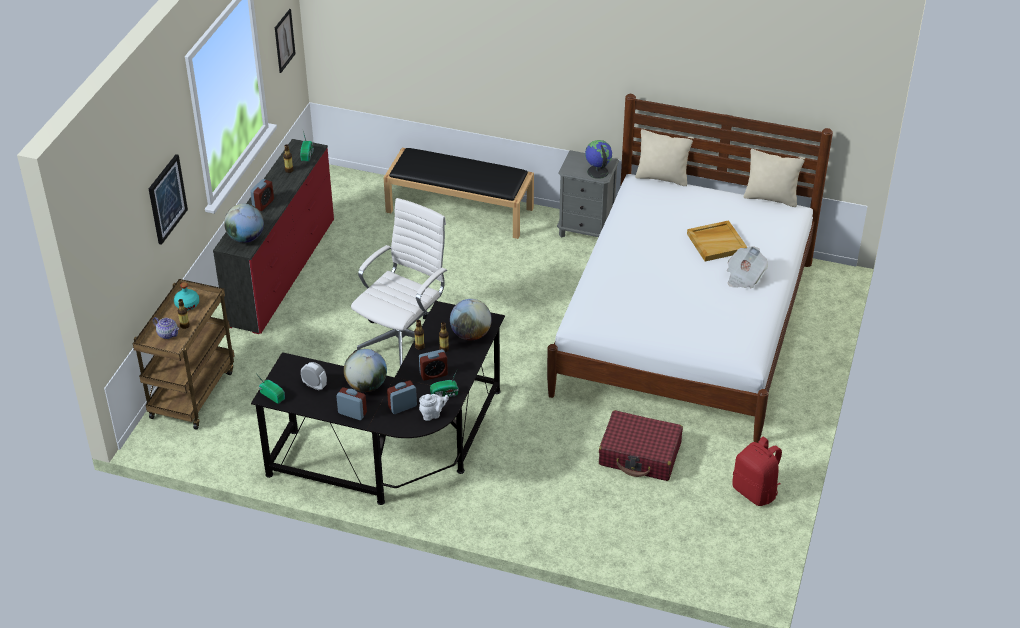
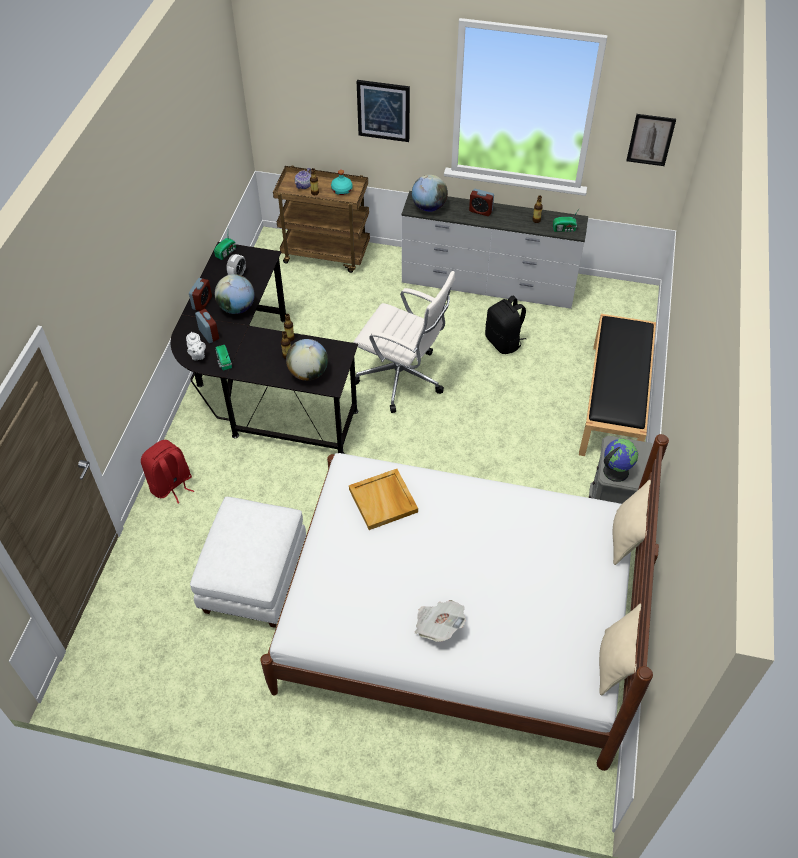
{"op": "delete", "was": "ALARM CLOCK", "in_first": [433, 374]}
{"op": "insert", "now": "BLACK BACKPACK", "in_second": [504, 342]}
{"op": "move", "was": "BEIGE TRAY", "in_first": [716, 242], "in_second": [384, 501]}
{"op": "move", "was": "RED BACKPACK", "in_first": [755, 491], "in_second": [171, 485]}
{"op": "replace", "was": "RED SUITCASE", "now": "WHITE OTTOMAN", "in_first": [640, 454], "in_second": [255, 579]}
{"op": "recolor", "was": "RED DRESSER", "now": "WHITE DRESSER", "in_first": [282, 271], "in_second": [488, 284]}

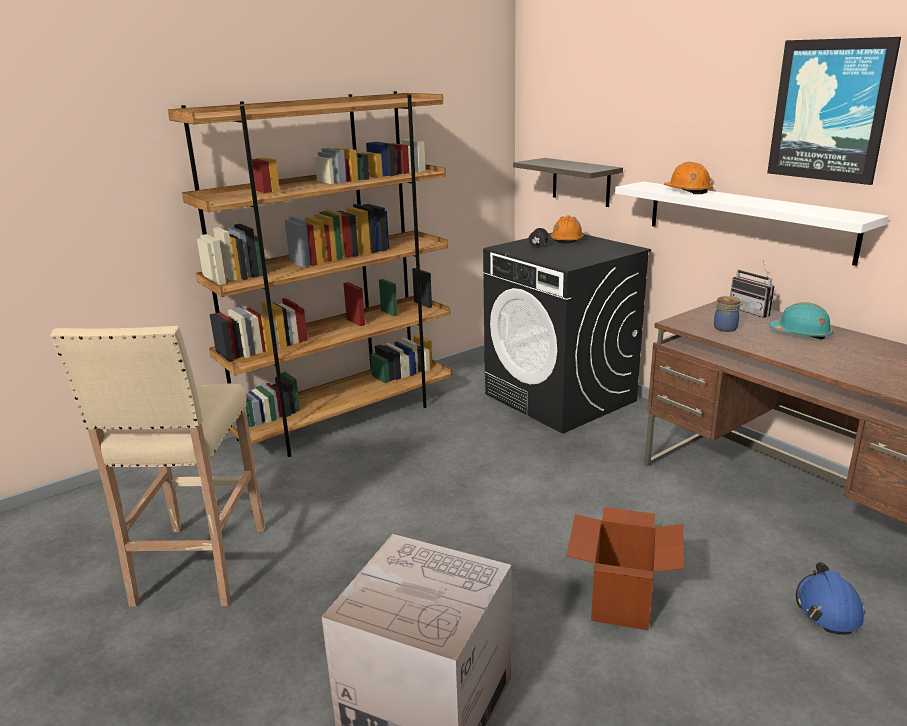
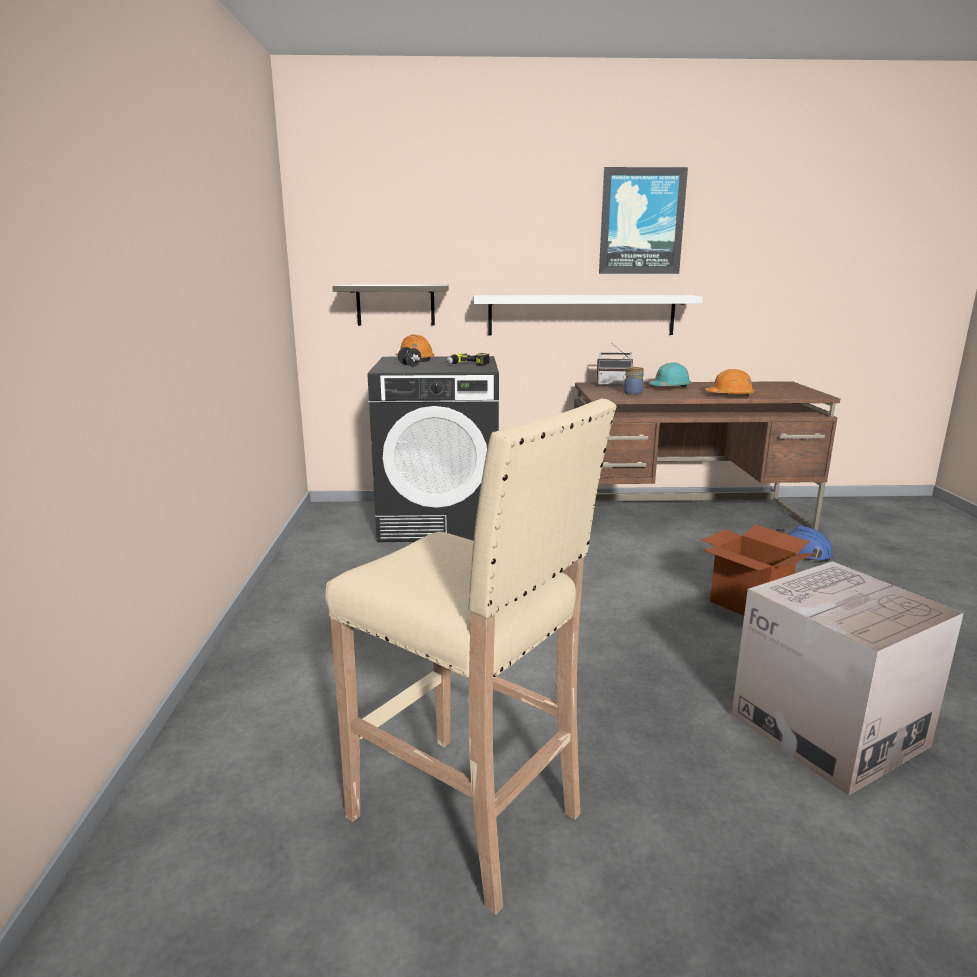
{"op": "delete", "was": "BROWN BOOKCASE", "in_first": [346, 419]}
{"op": "insert", "now": "POWER DRILL", "in_second": [465, 365]}
{"op": "move", "was": "ORANGE HARD HAT", "in_first": [687, 191], "in_second": [729, 395]}

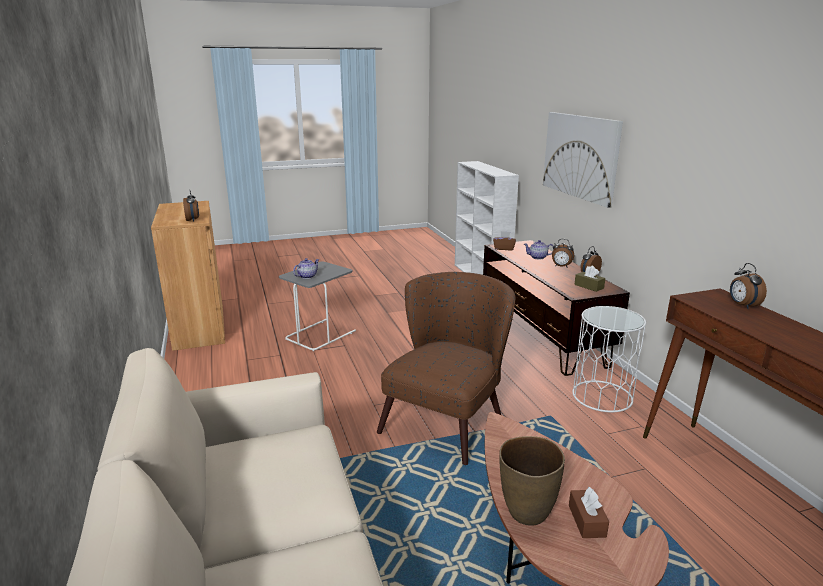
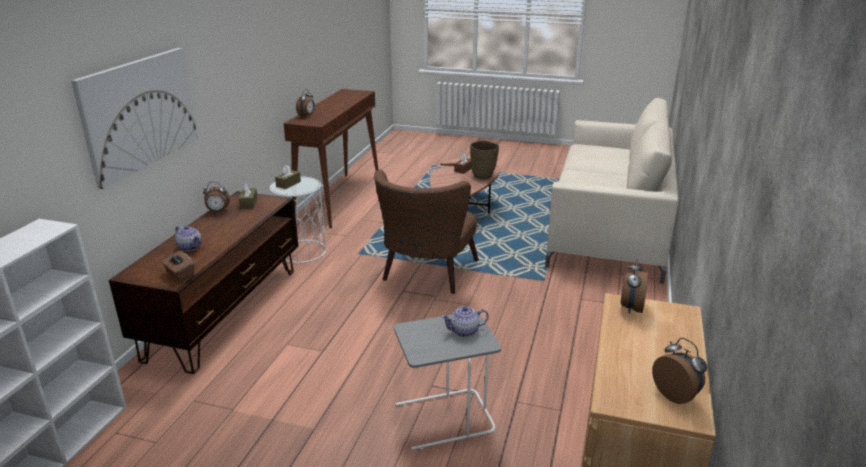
{"op": "insert", "now": "BROWN TISSUE BOX", "in_second": [288, 184]}
{"op": "move", "was": "ALARM CLOCK", "in_first": [561, 266], "in_second": [676, 395]}
{"op": "rotate", "was": "BROWN ARMCHAIR", "in_first": [448, 418], "in_second": [426, 275], "clockwise": -45}

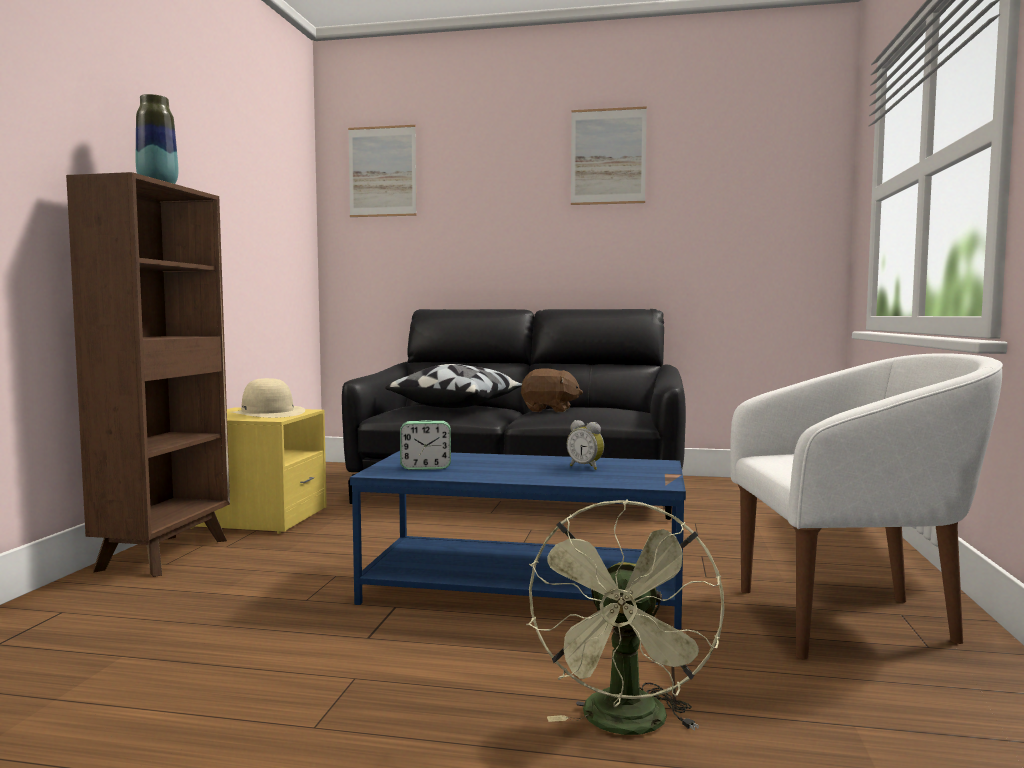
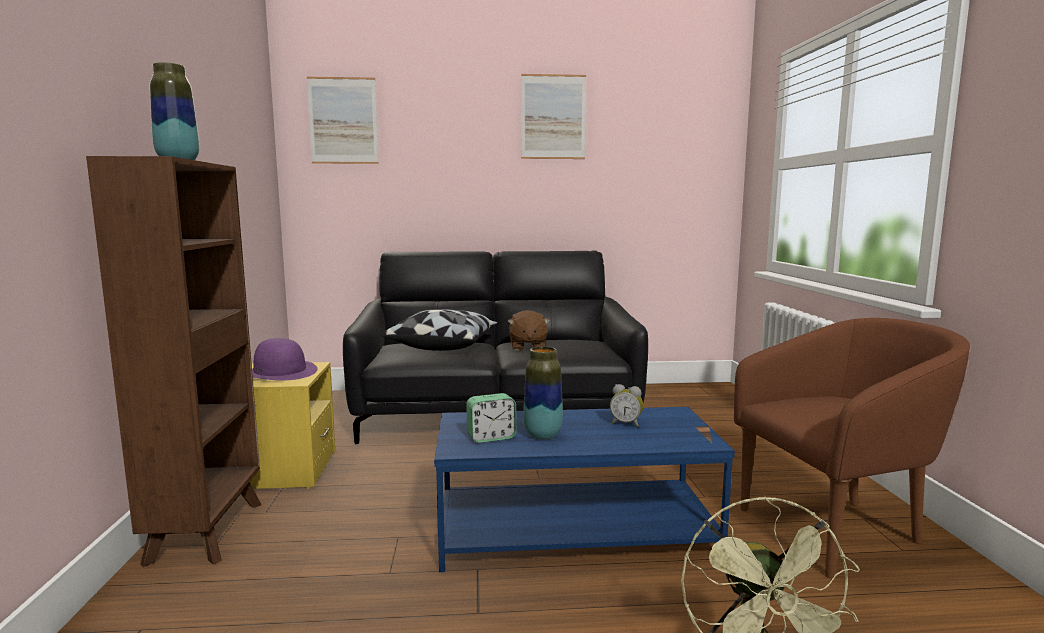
{"op": "insert", "now": "VASE", "in_second": [542, 435]}
{"op": "recolor", "was": "BEIGE HAT", "now": "PURPLE HAT", "in_first": [268, 413], "in_second": [280, 372]}
{"op": "recolor", "was": "WHITE ARMCHAIR", "now": "BROWN ARMCHAIR", "in_first": [852, 620], "in_second": [836, 530]}
{"op": "rotate", "was": "BROWN PLUSH TOY", "in_first": [549, 410], "in_second": [527, 347], "clockwise": 90}

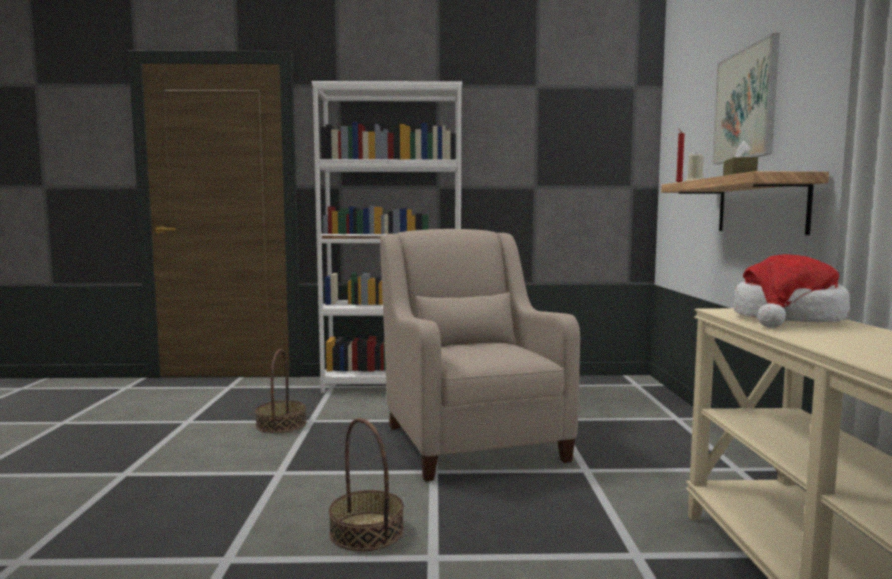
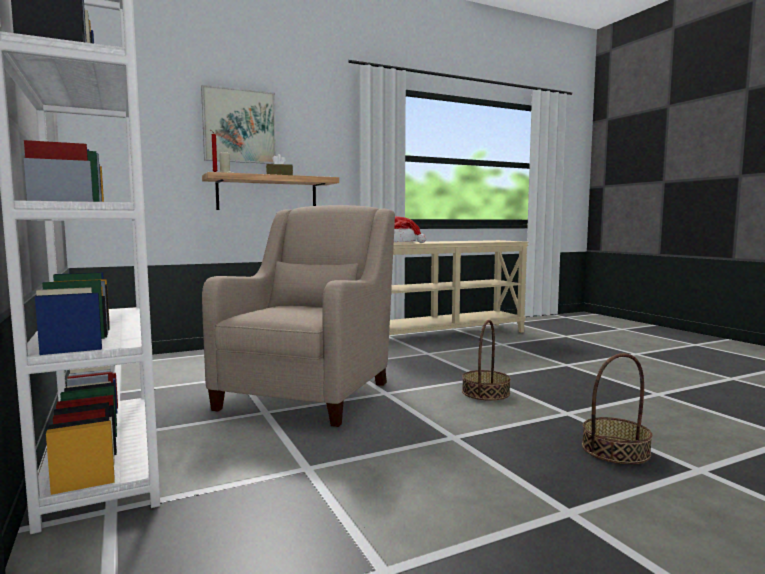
{"op": "move", "was": "BASKET", "in_first": [281, 424], "in_second": [615, 450]}
{"op": "rotate", "was": "BEIGE ARMCHAIR", "in_first": [471, 439], "in_second": [309, 393], "clockwise": 150}

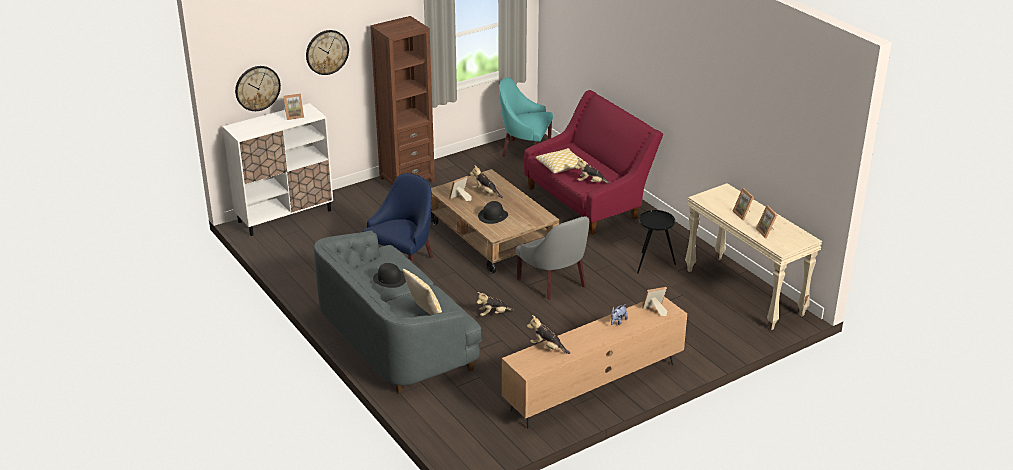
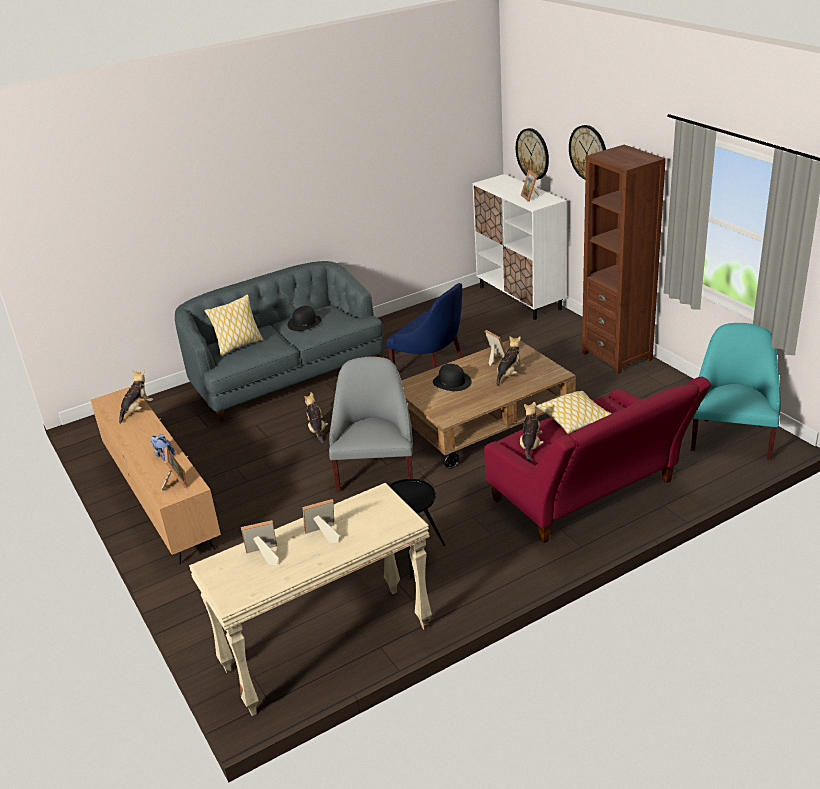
{"op": "rotate", "was": "GREY ARMCHAIR", "in_first": [555, 282], "in_second": [376, 470], "clockwise": 120}

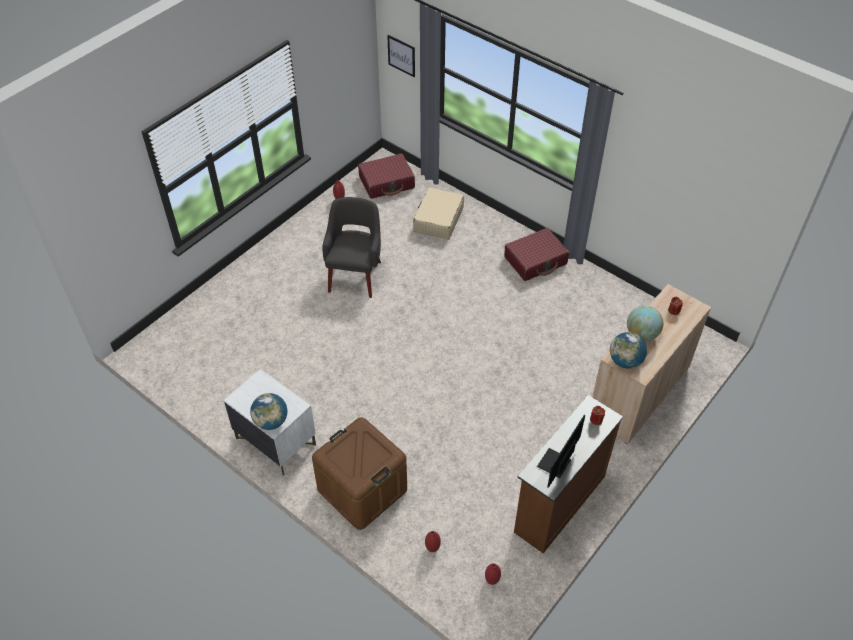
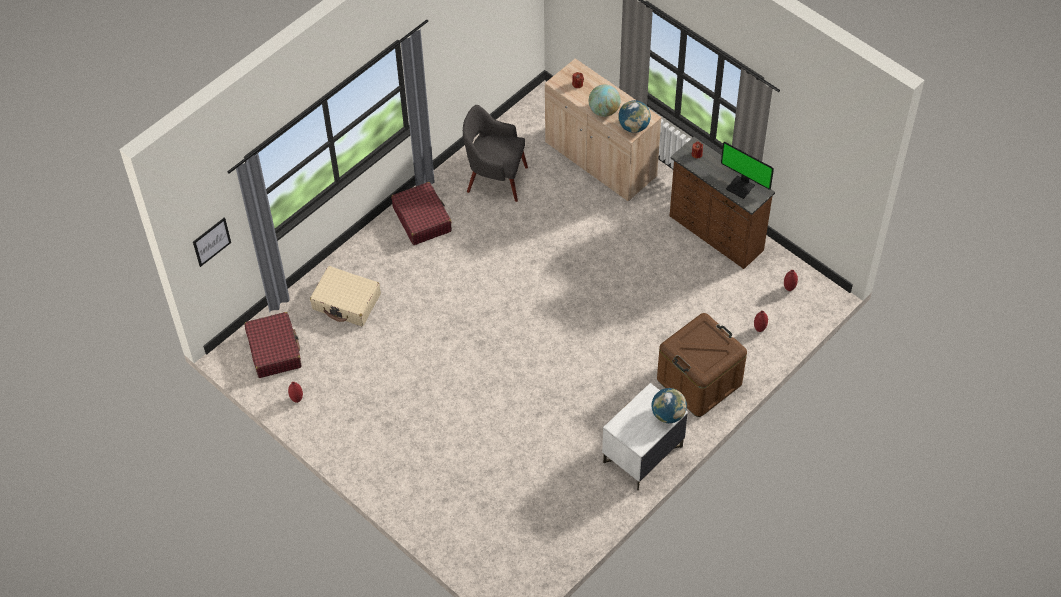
{"op": "move", "was": "GREY ARMCHAIR", "in_first": [355, 275], "in_second": [495, 179]}

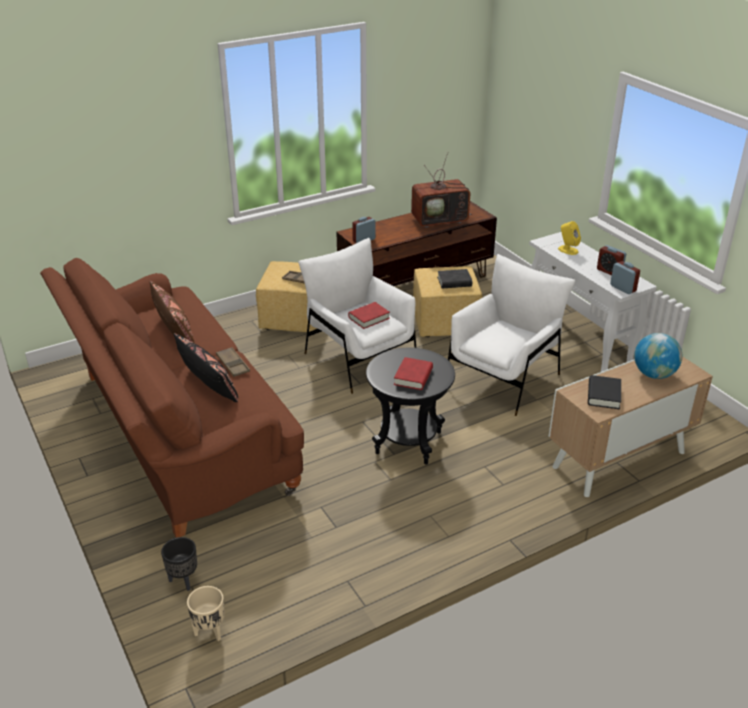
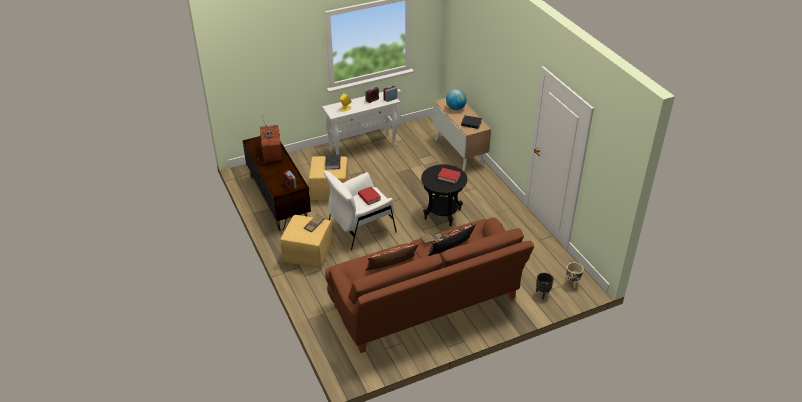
{"op": "delete", "was": "WHITE ARMCHAIR", "in_first": [503, 379]}

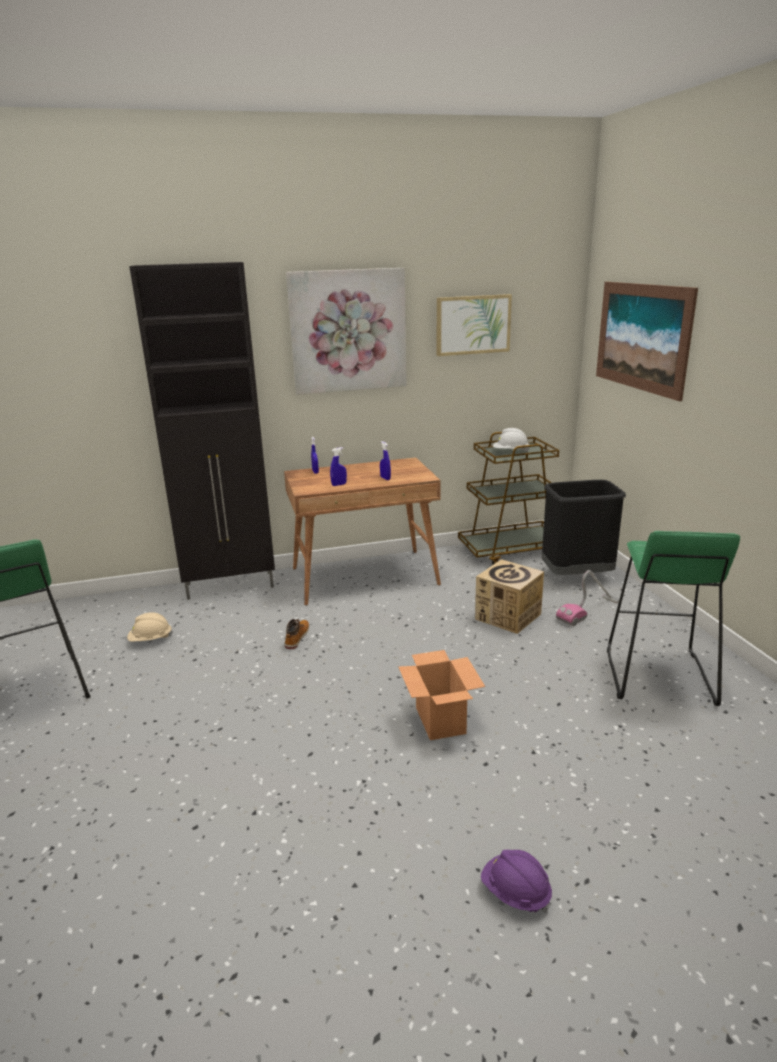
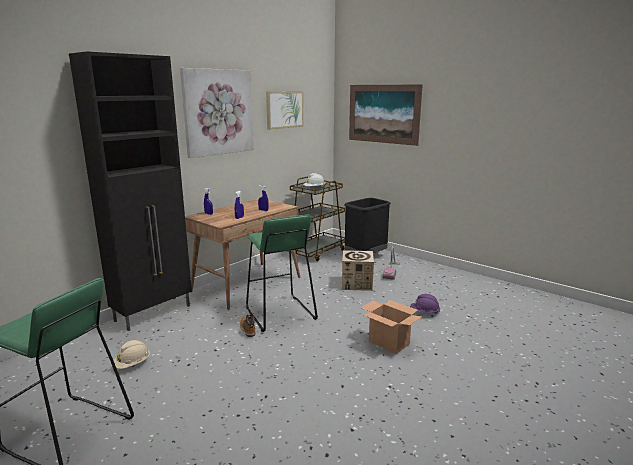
{"op": "move", "was": "PURPLE HARD HAT", "in_first": [515, 893], "in_second": [424, 313]}
{"op": "move", "was": "GREEN STOOL", "in_first": [657, 676], "in_second": [279, 314]}

